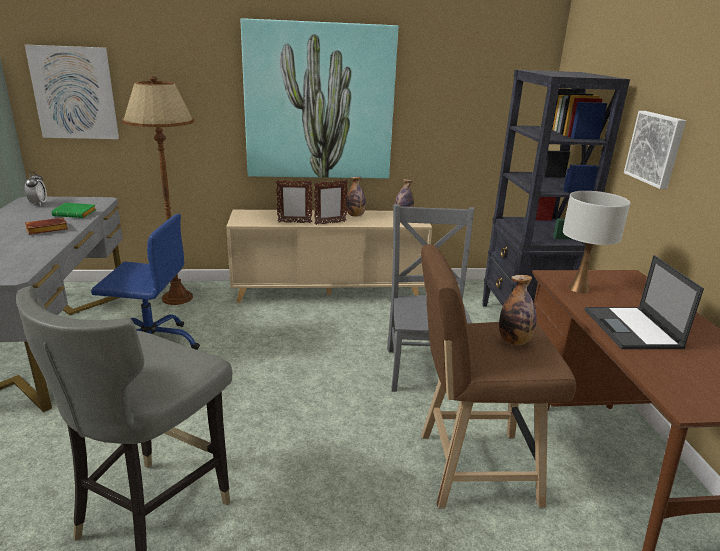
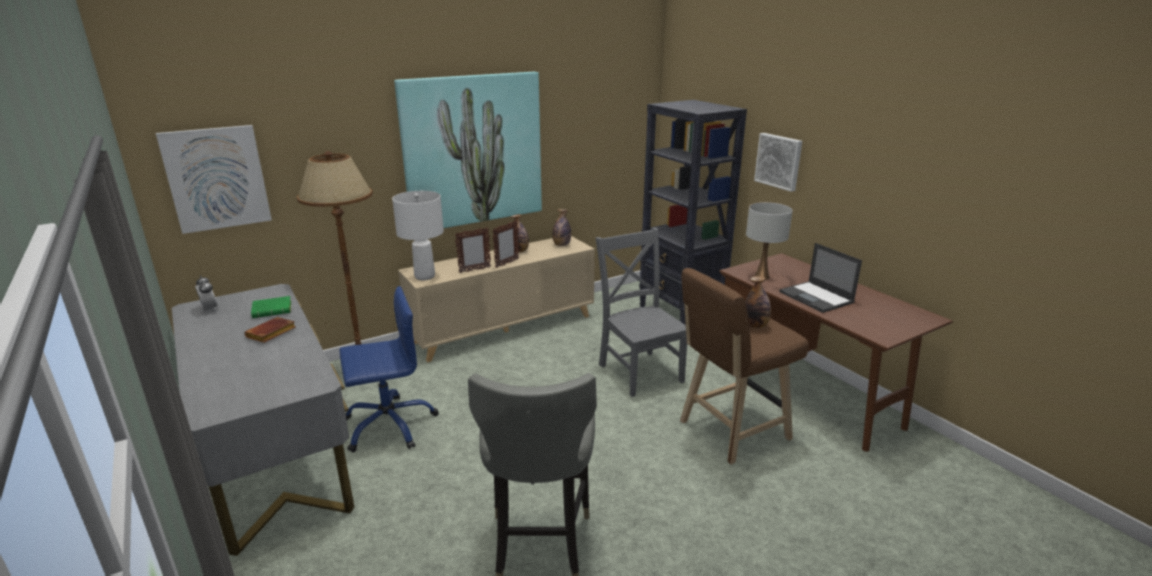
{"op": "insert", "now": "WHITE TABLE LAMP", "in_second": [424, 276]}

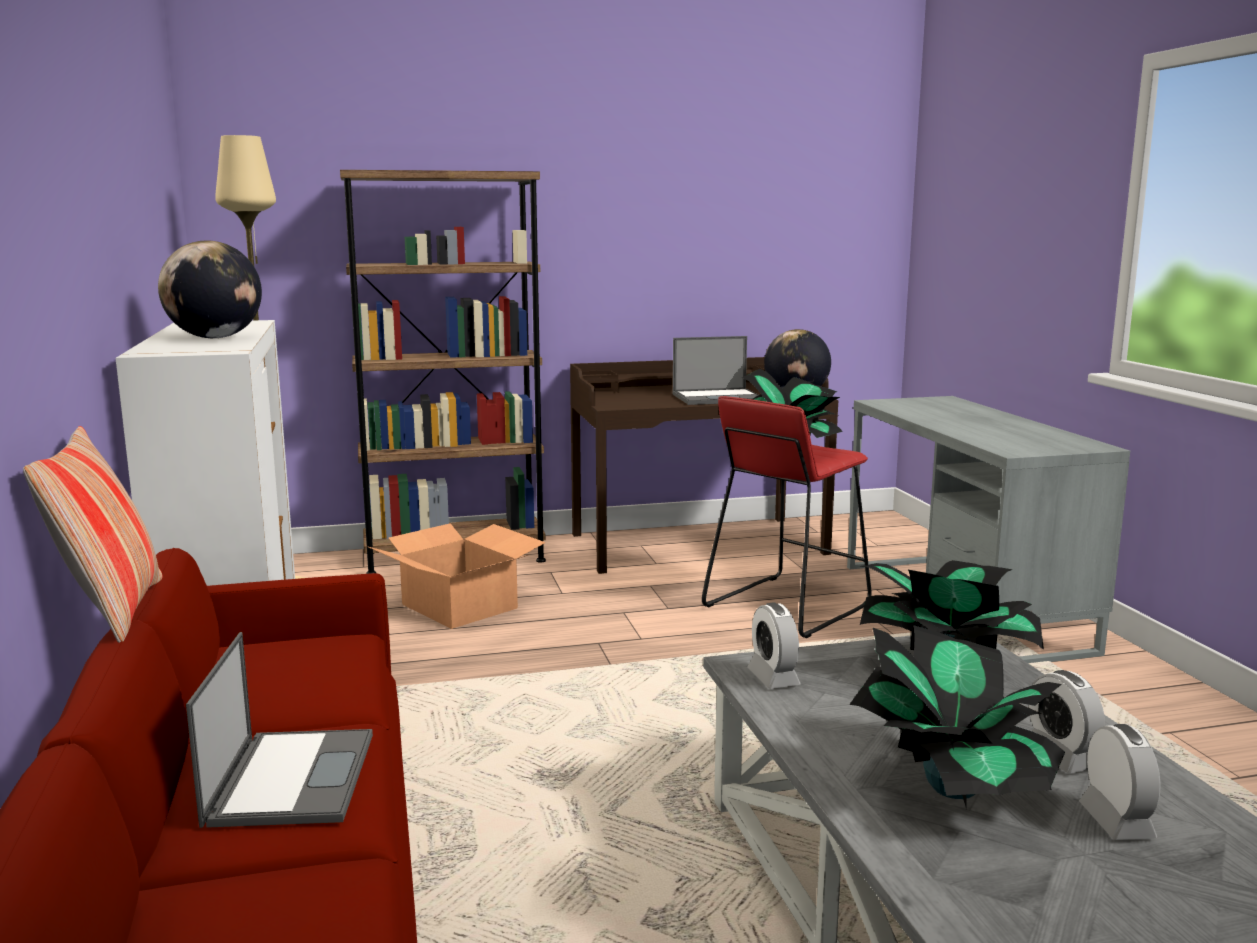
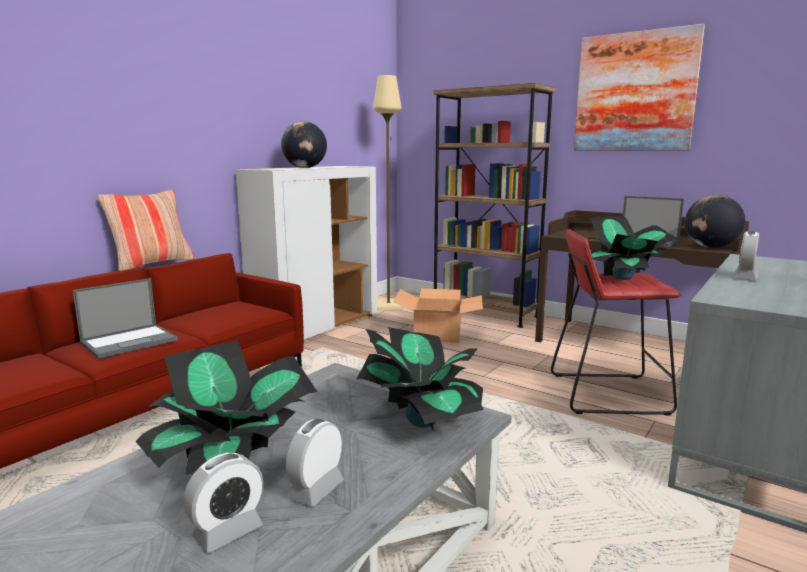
{"op": "insert", "now": "PICTURE", "in_second": [635, 92]}
{"op": "move", "was": "ALARM CLOCK", "in_first": [773, 677], "in_second": [745, 277]}

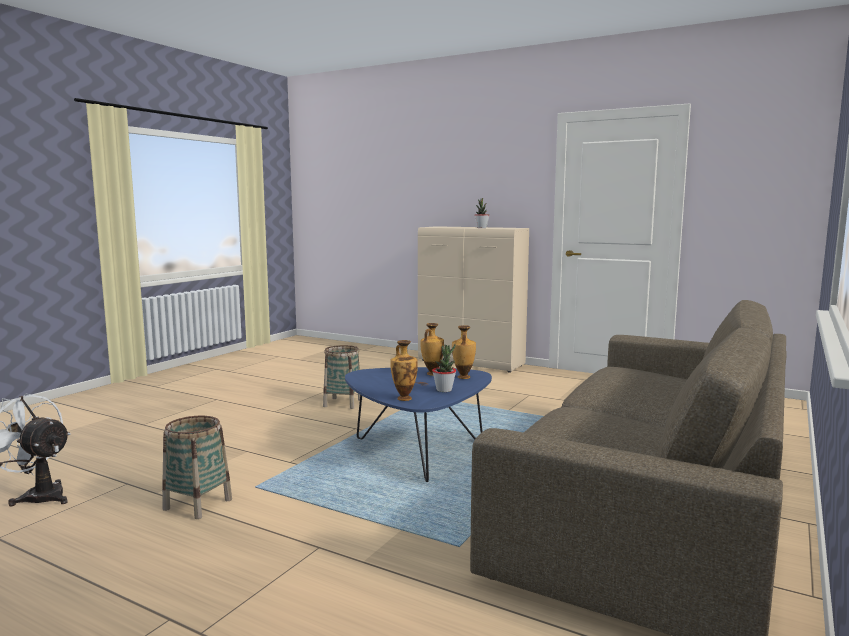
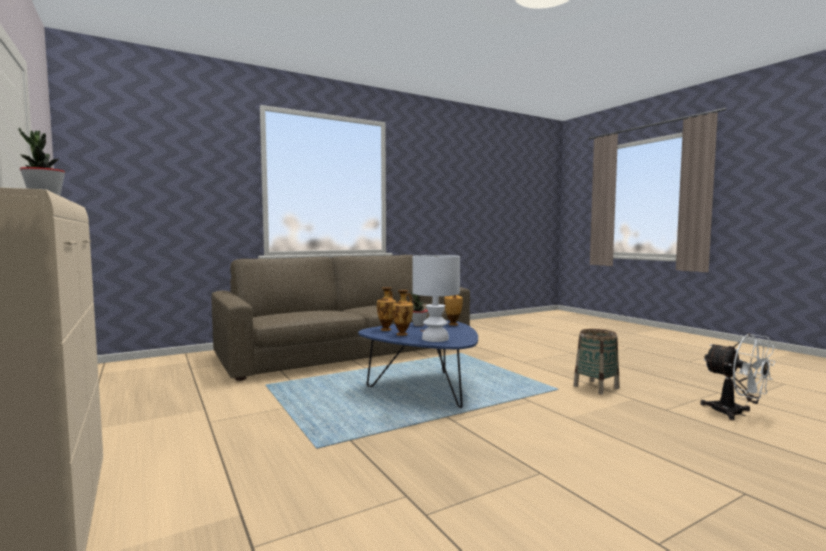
{"op": "delete", "was": "BASKET", "in_first": [343, 403]}
{"op": "insert", "now": "WHITE TABLE LAMP", "in_second": [436, 338]}

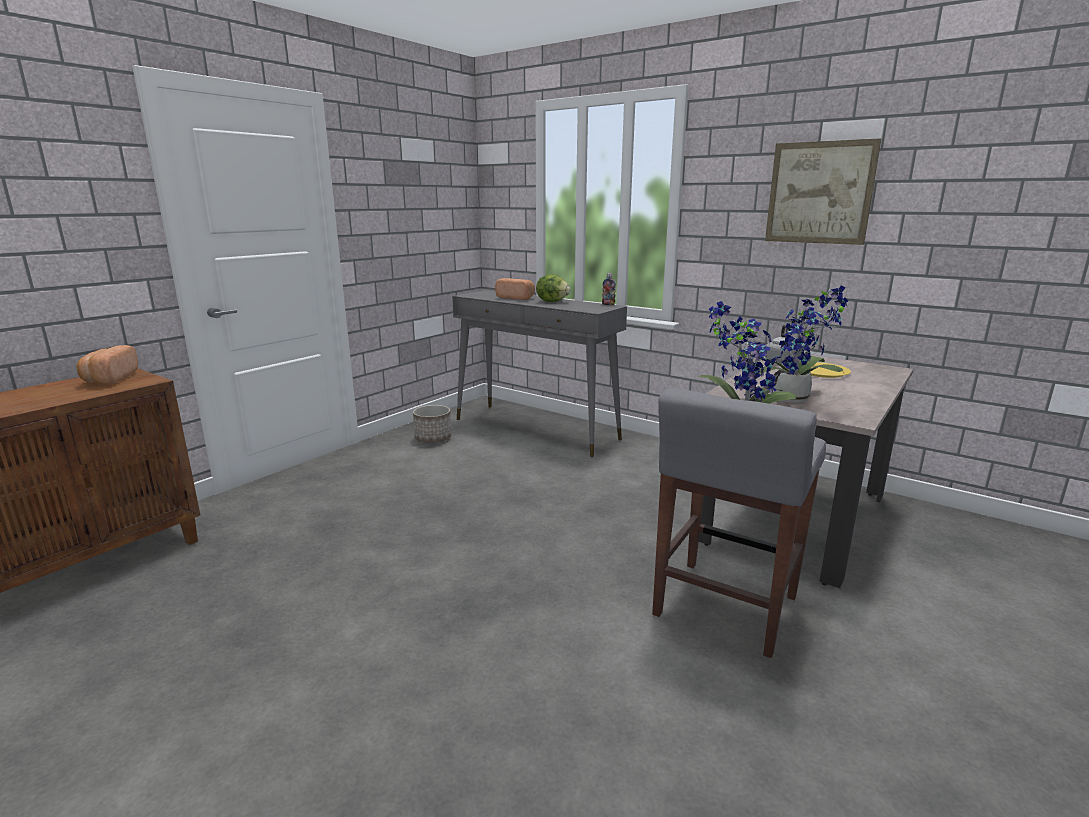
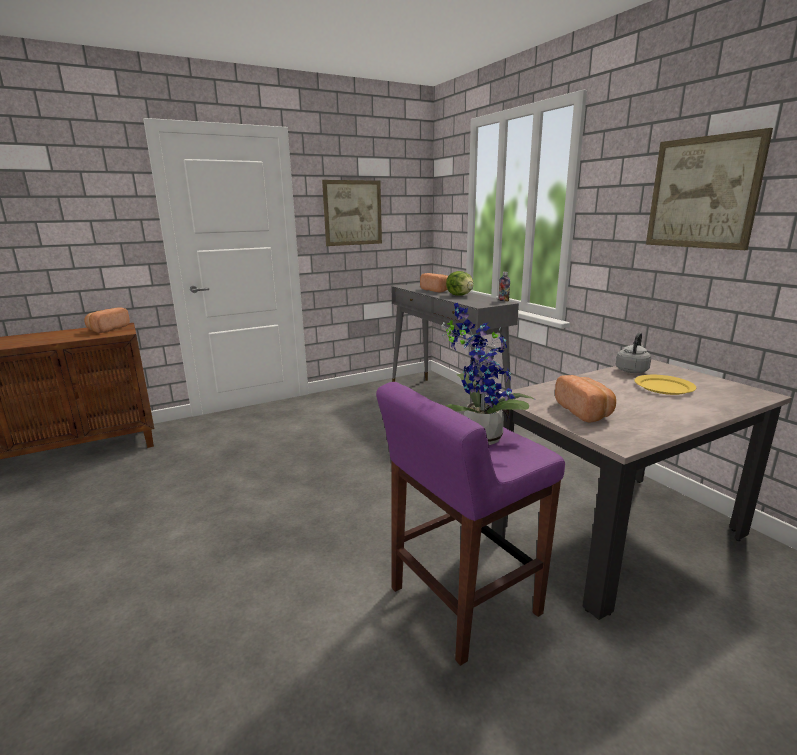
{"op": "delete", "was": "PLANTER", "in_first": [433, 438]}
{"op": "insert", "now": "PICTURE", "in_second": [352, 213]}
{"op": "replace", "was": "POTTED PLANT", "now": "BREAD", "in_first": [795, 400], "in_second": [585, 411]}
{"op": "recolor", "was": "GREY STOOL", "now": "PURPLE STOOL", "in_first": [724, 607], "in_second": [462, 602]}

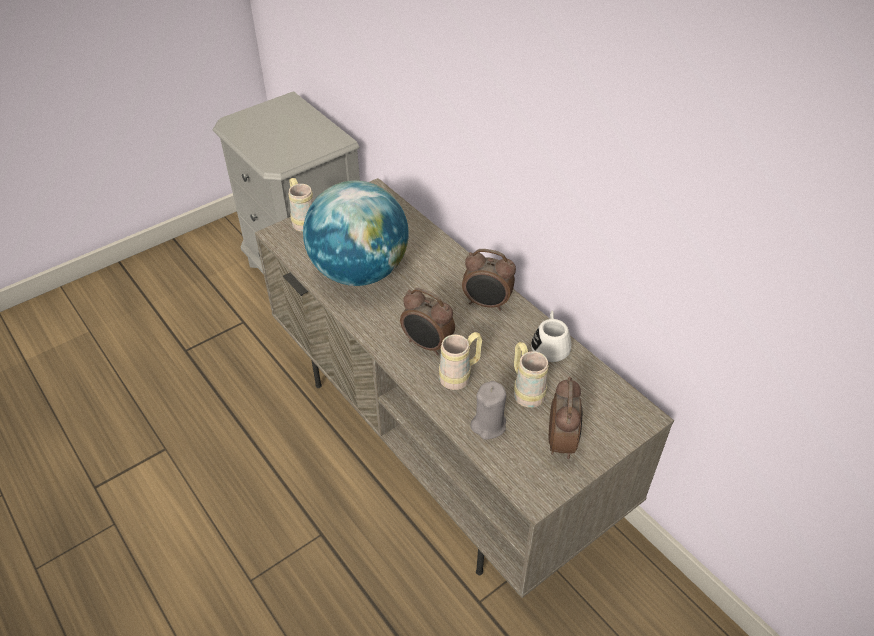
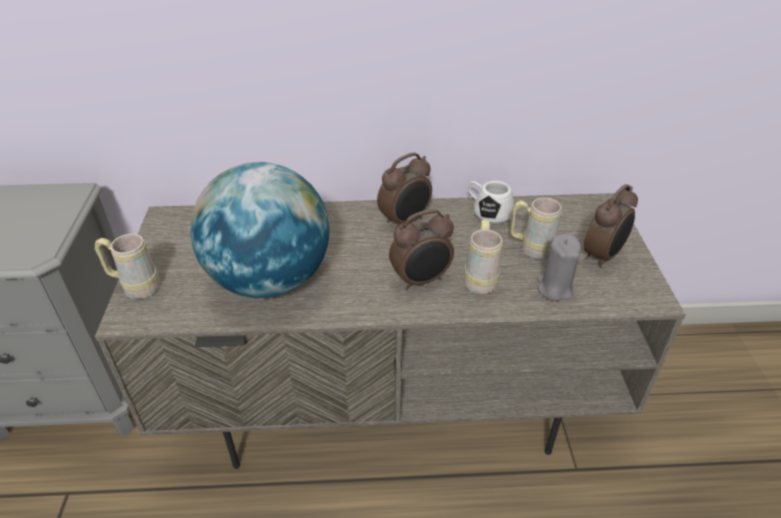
{"op": "rotate", "was": "ALARM CLOCK", "in_first": [562, 442], "in_second": [603, 256], "clockwise": 90}

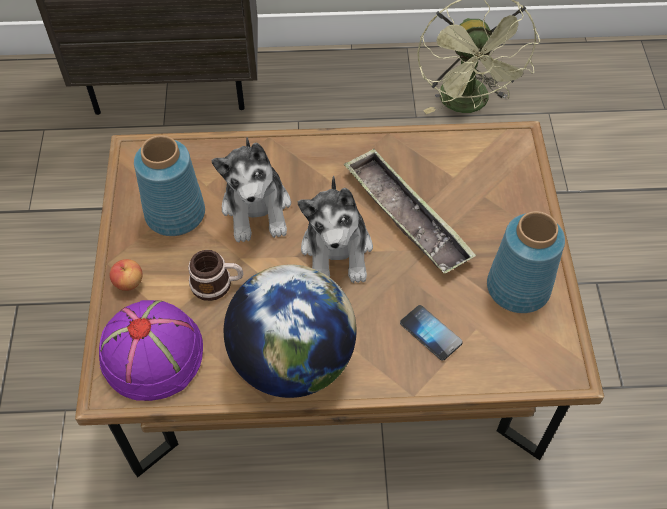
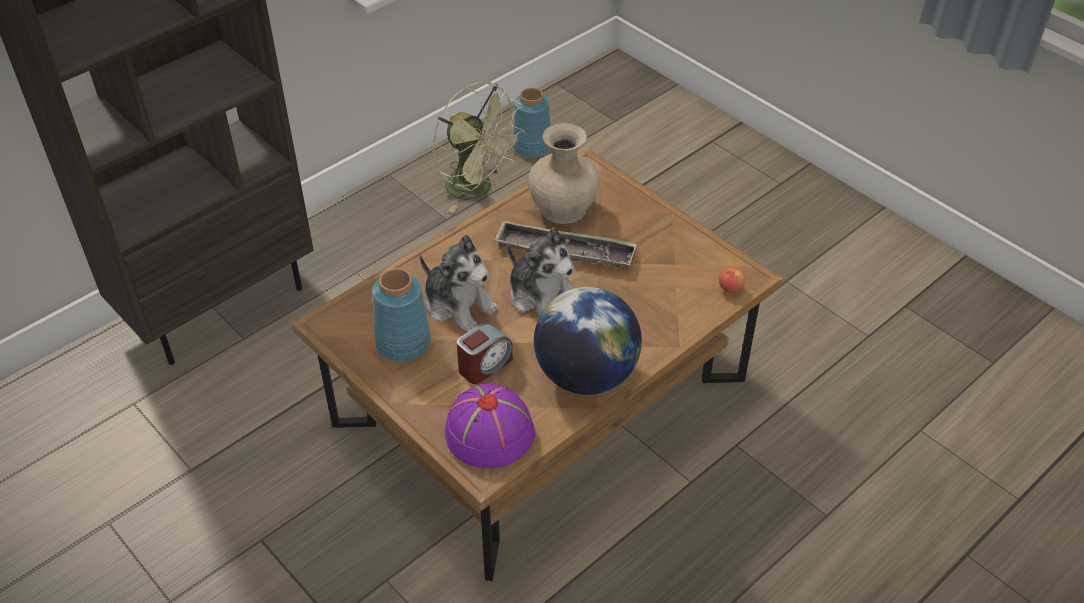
{"op": "delete", "was": "PHONE", "in_first": [430, 333]}
{"op": "insert", "now": "BEIGE VASE", "in_second": [564, 208]}
{"op": "move", "was": "APPLE", "in_first": [129, 282], "in_second": [730, 288]}
{"op": "move", "was": "BLUE VASE", "in_first": [519, 288], "in_second": [532, 146]}
{"op": "replace", "was": "MUG", "now": "ALARM CLOCK", "in_first": [217, 284], "in_second": [484, 365]}

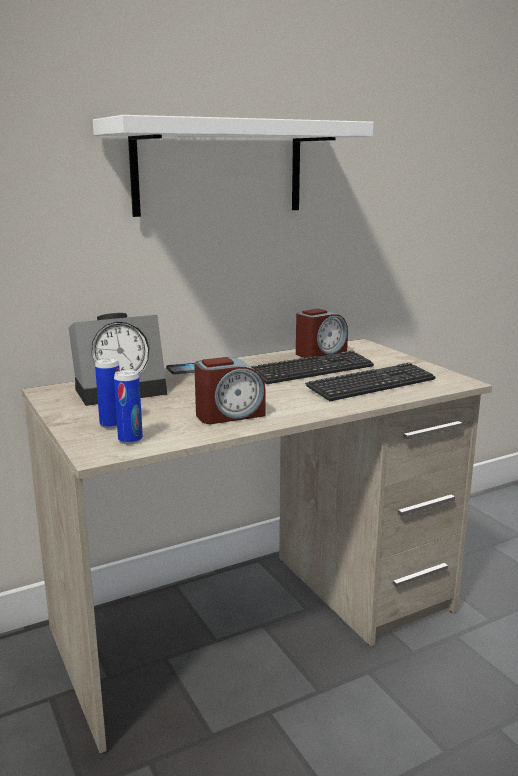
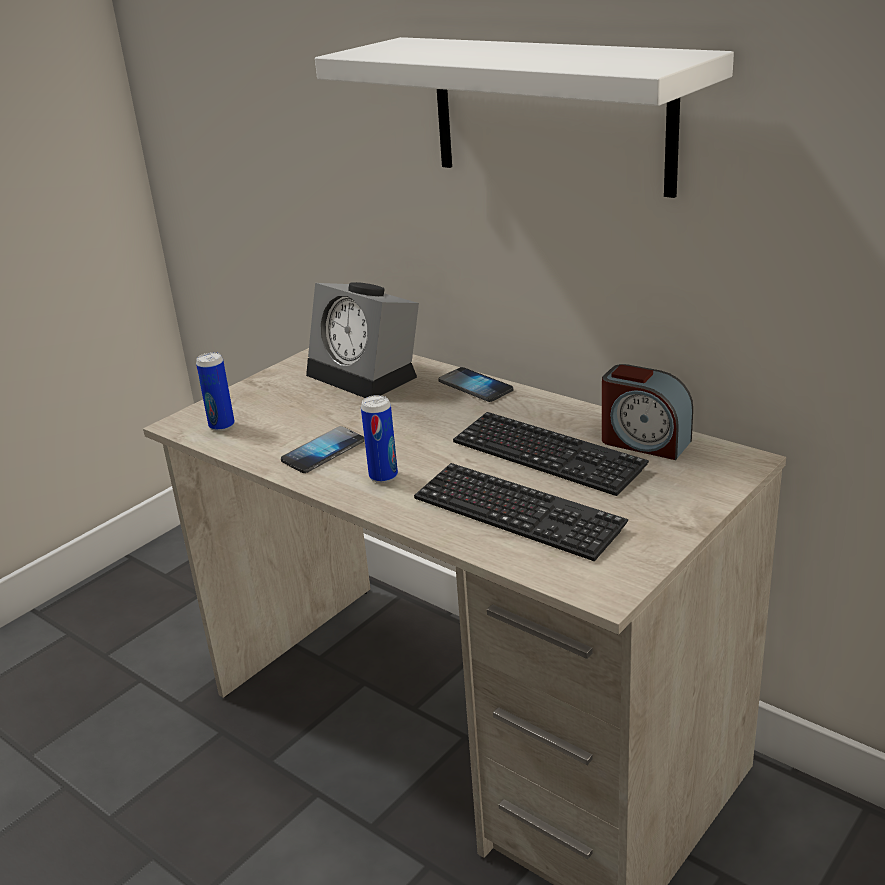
{"op": "move", "was": "CAN", "in_first": [111, 425], "in_second": [383, 476]}
{"op": "replace", "was": "ALARM CLOCK", "now": "PHONE", "in_first": [229, 415], "in_second": [323, 452]}

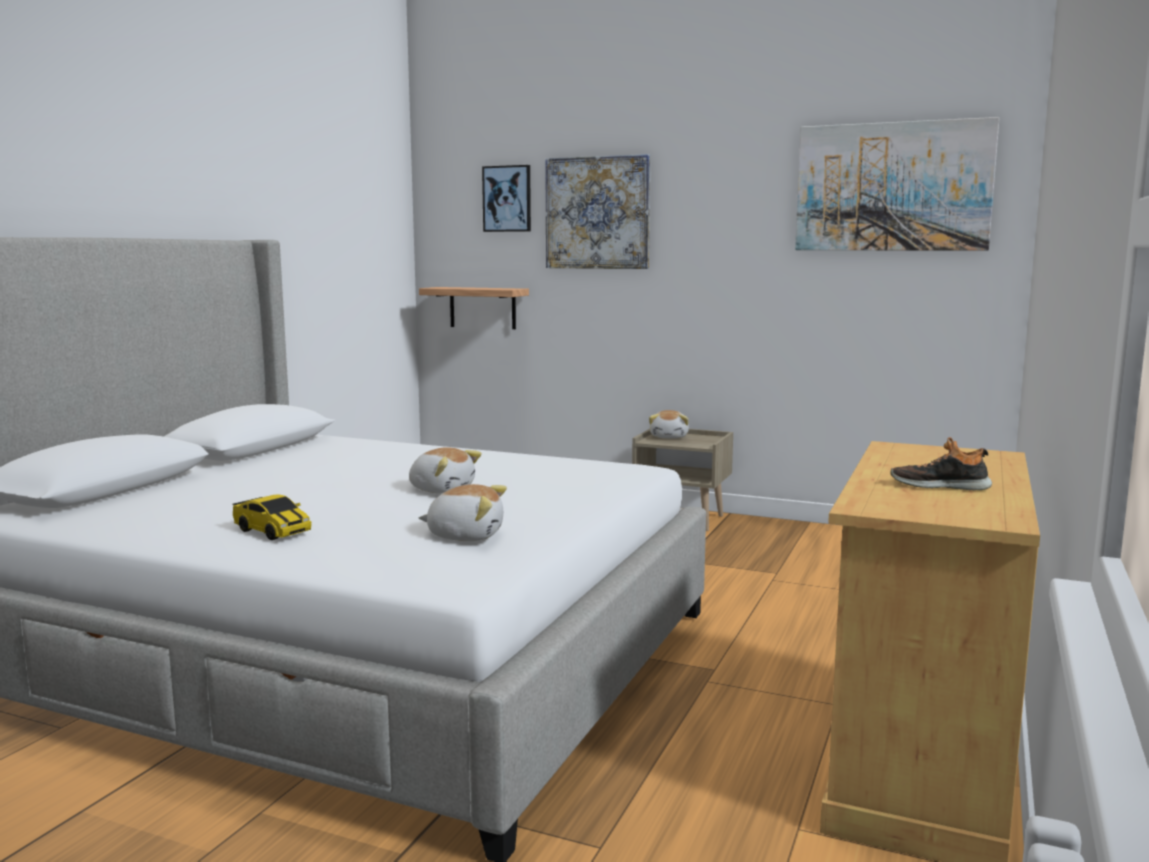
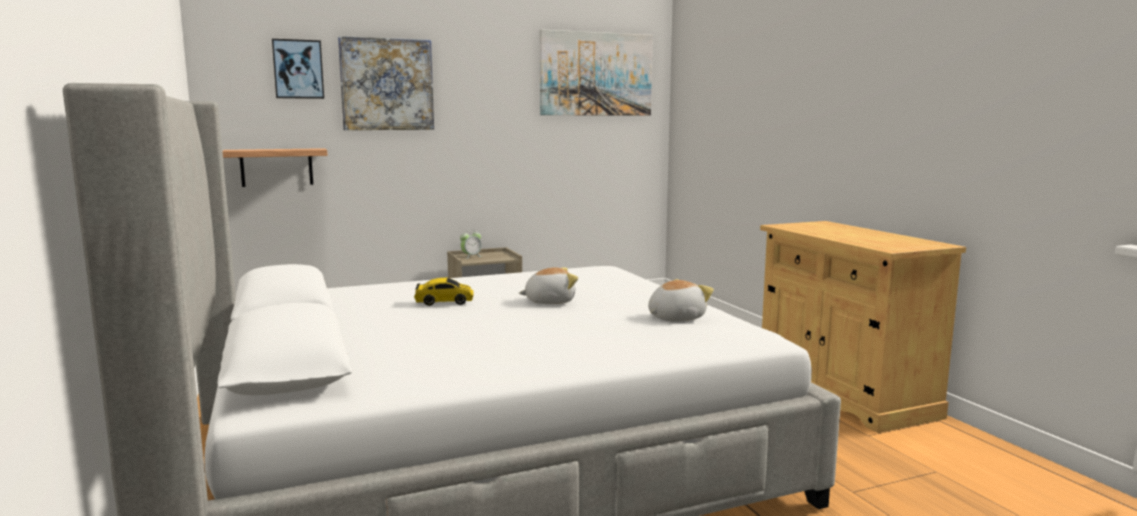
{"op": "delete", "was": "SHOE", "in_first": [939, 486]}
{"op": "move", "was": "TOY CAR", "in_first": [272, 531], "in_second": [444, 302]}
{"op": "replace", "was": "PLUSH TOY", "now": "ALARM CLOCK", "in_first": [669, 437], "in_second": [471, 256]}

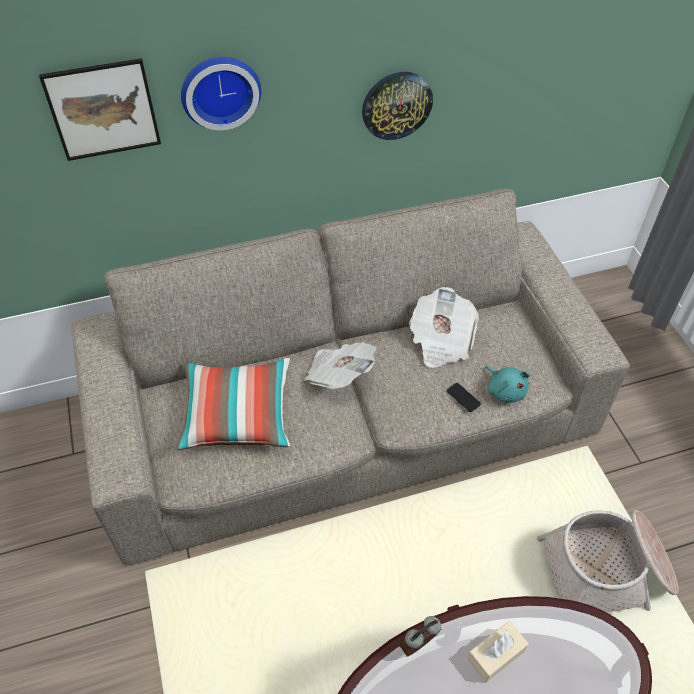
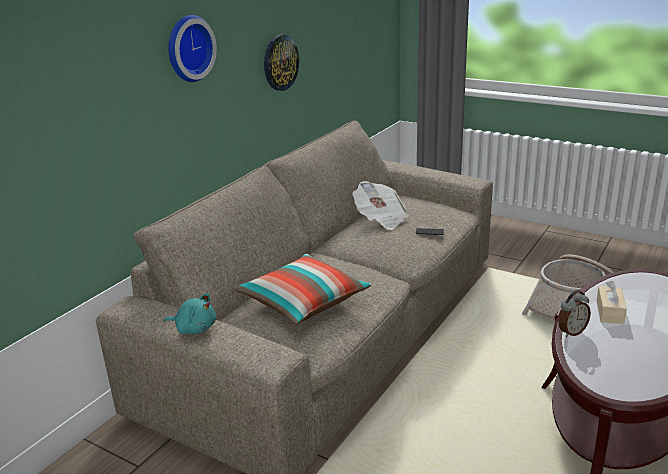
{"op": "delete", "was": "PICTURE", "in_first": [103, 110]}
{"op": "delete", "was": "NEWSPAPER", "in_first": [339, 375]}
{"op": "move", "was": "TURQUOISE PLUSH TOY", "in_first": [505, 390], "in_second": [194, 328]}
{"op": "rotate", "was": "ALARM CLOCK", "in_first": [419, 646], "in_second": [571, 332], "clockwise": -135}

